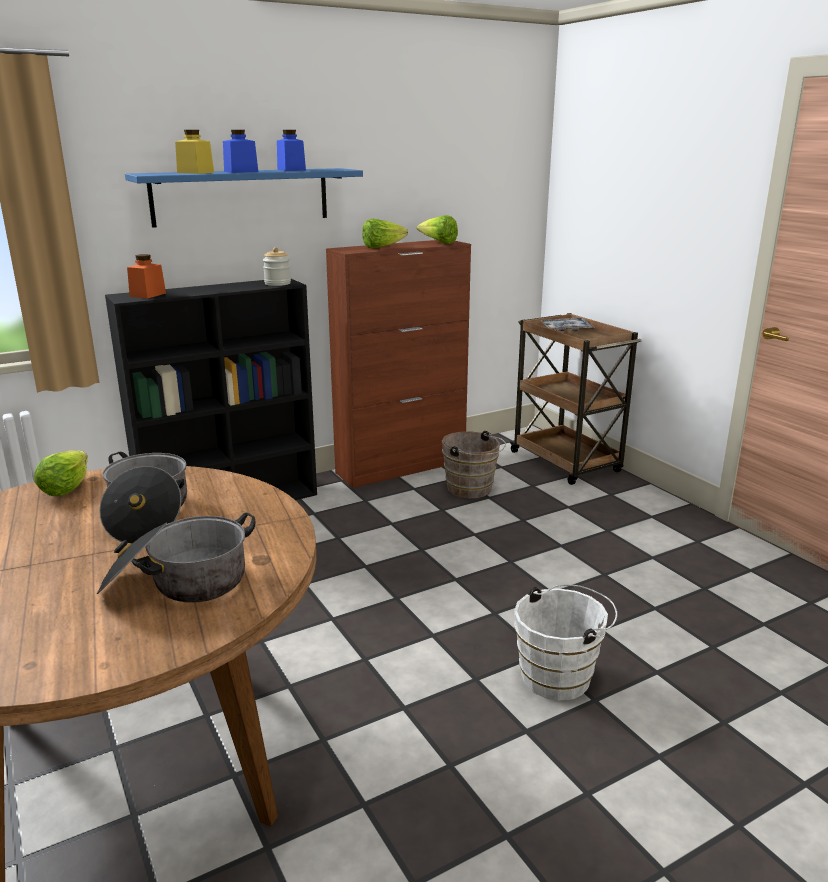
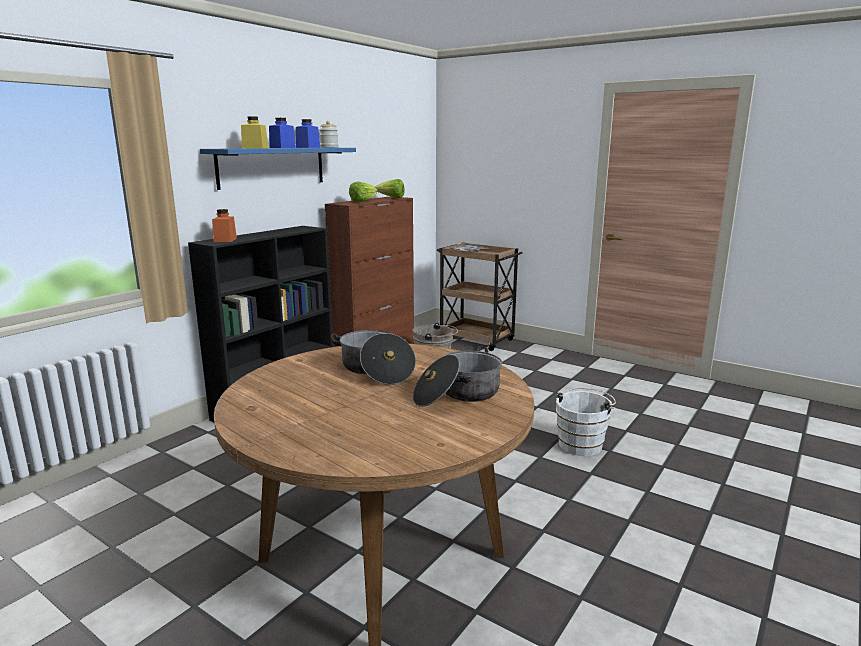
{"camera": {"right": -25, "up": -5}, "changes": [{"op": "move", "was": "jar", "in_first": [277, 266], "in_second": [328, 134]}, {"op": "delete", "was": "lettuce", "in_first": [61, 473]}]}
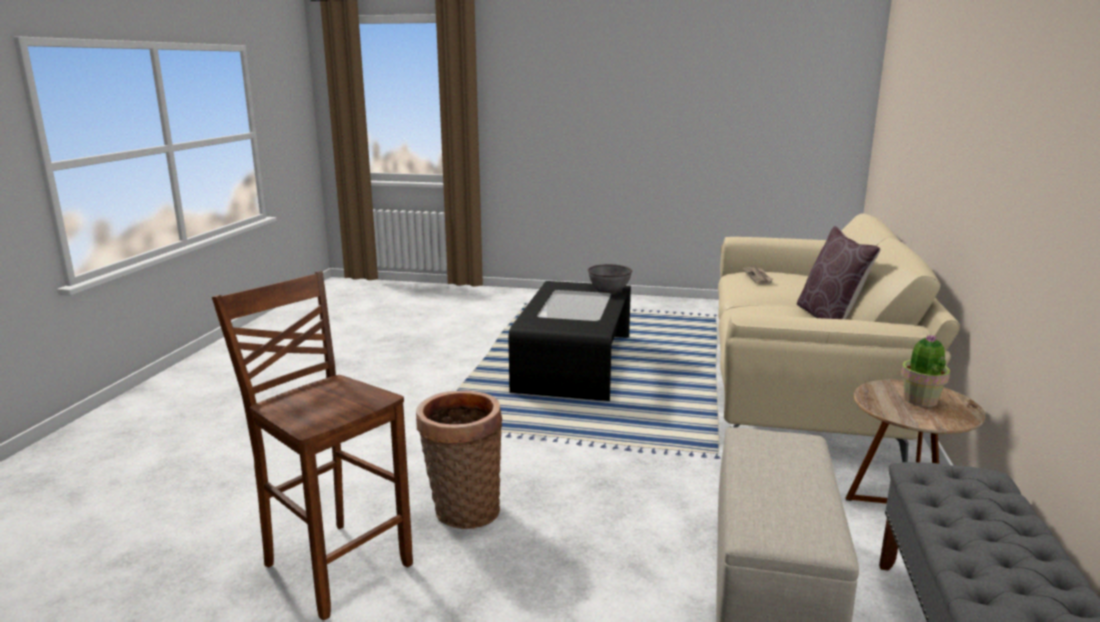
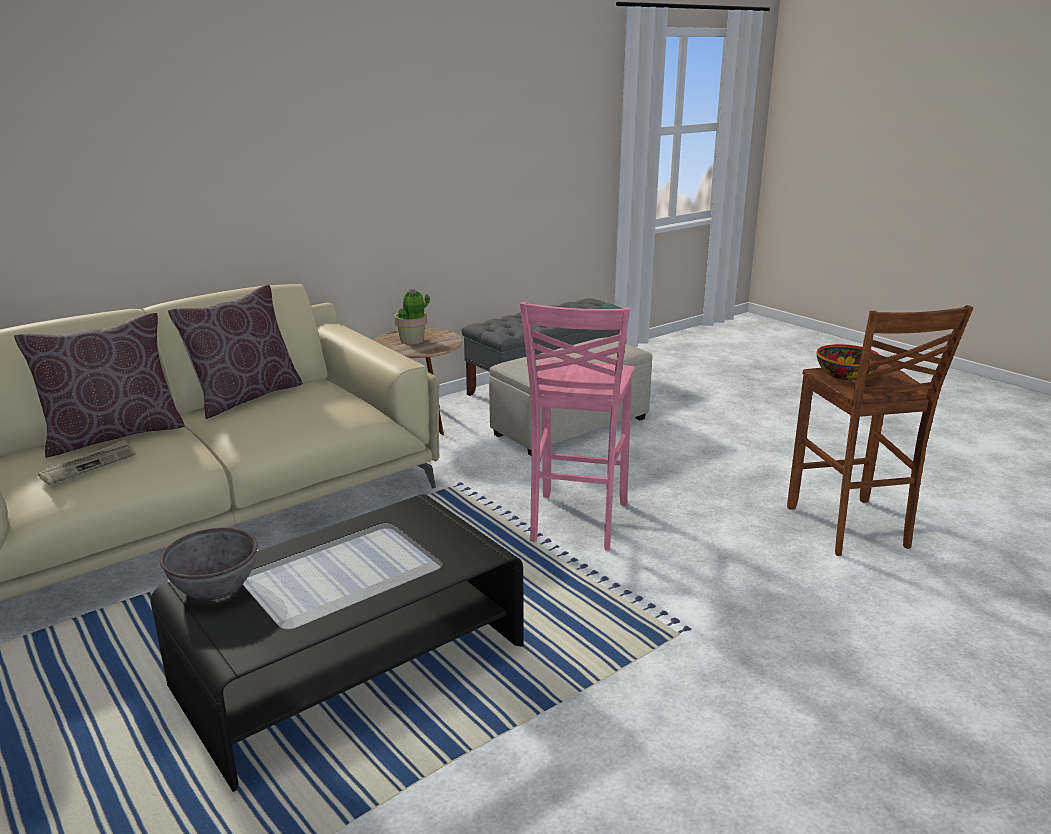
{"camera": {"right": -140, "up": 5}, "changes": [{"op": "insert", "now": "brownish pillow", "in_second": [99, 385]}, {"op": "insert", "now": "pink-coloured stool", "in_second": [577, 426]}, {"op": "insert", "now": "deep dish", "in_second": [848, 362]}, {"op": "delete", "was": "household basket", "in_first": [459, 460]}]}
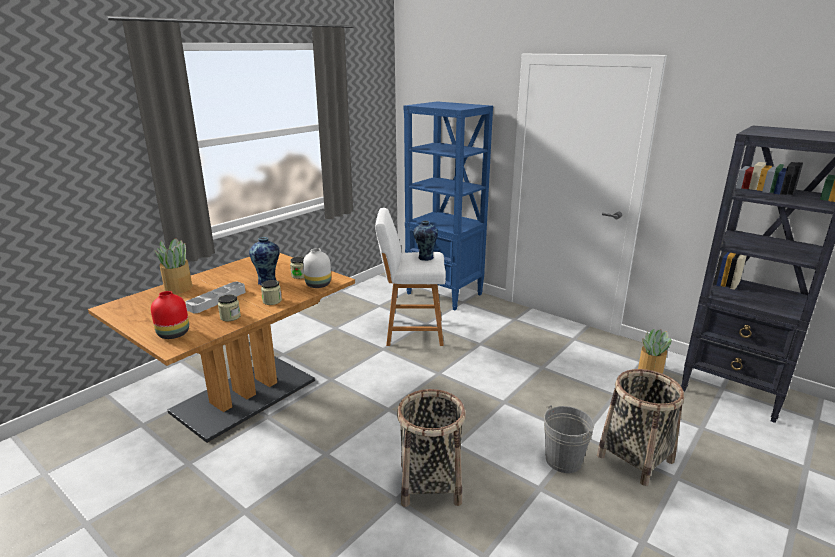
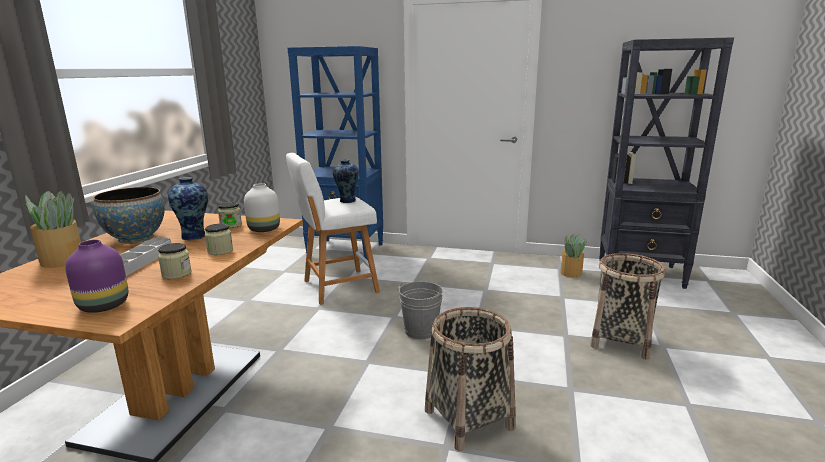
{"camera": {"right": -25, "up": -5}, "changes": [{"op": "recolor", "was": "red-coloured vase", "now": "purple-coloured vase", "in_first": [170, 315], "in_second": [96, 276]}, {"op": "insert", "now": "deep dish", "in_second": [128, 215]}, {"op": "move", "was": "greyish water bucket", "in_first": [569, 439], "in_second": [420, 310]}]}
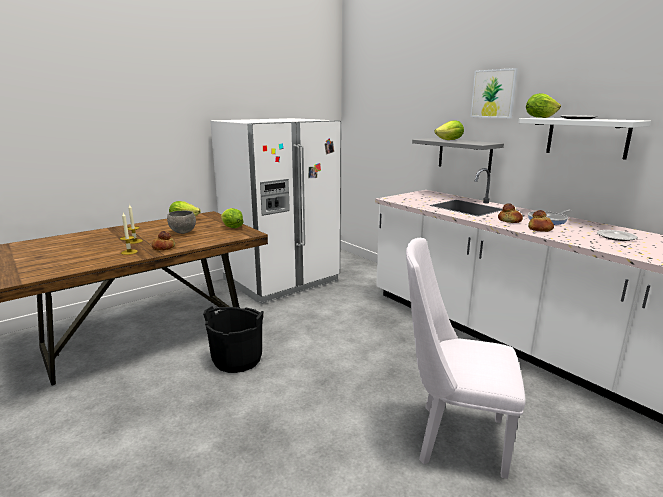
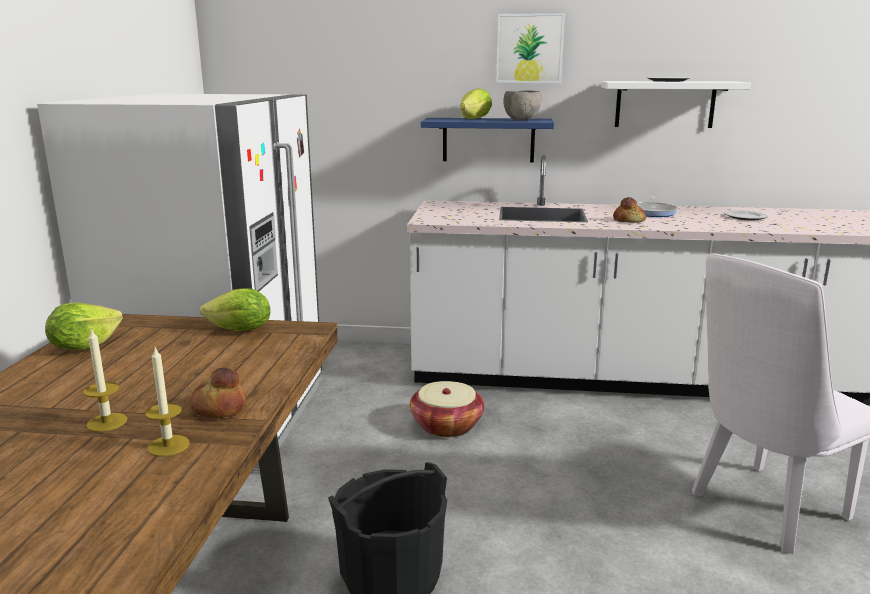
{"camera": {"right": -45, "up": 0}, "changes": [{"op": "insert", "now": "household basket", "in_second": [447, 409]}, {"op": "recolor", "was": "greyish shelf", "now": "blue shelf", "in_first": [458, 155], "in_second": [487, 140]}, {"op": "move", "was": "greyish deep dish", "in_first": [181, 222], "in_second": [522, 105]}, {"op": "delete", "was": "lettuce", "in_first": [543, 105]}, {"op": "delete", "was": "baked bread", "in_first": [541, 221]}]}
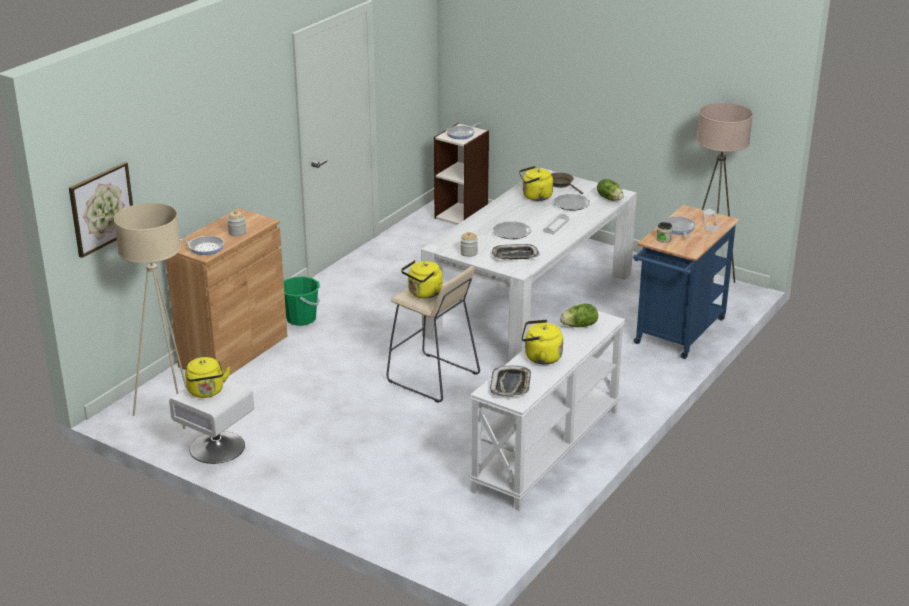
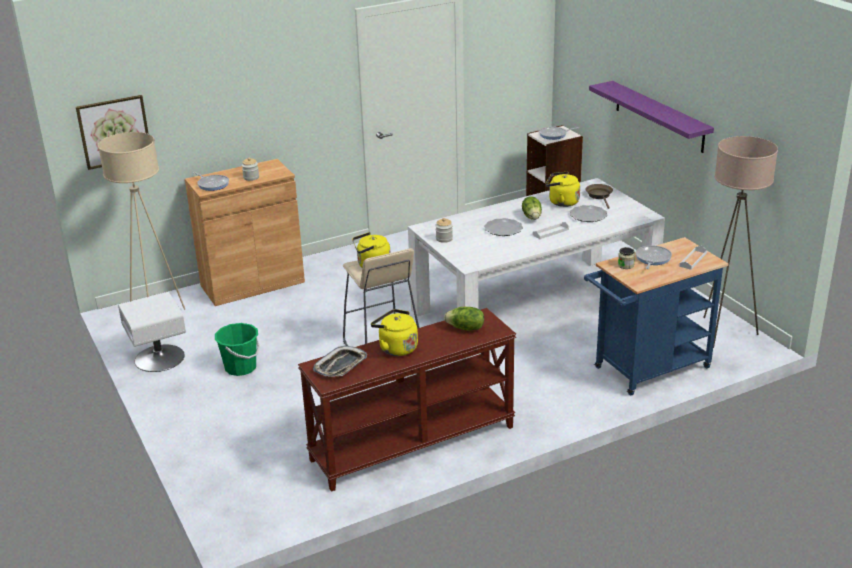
{"camera": {"right": 30, "up": 0}, "changes": [{"op": "move", "was": "greenish water bucket", "in_first": [302, 301], "in_second": [237, 349]}, {"op": "recolor", "was": "whitish hall table", "now": "brownish hall table", "in_first": [547, 407], "in_second": [407, 400]}, {"op": "move", "was": "lettuce", "in_first": [610, 190], "in_second": [532, 208]}, {"op": "insert", "now": "purple-coloured shelf", "in_second": [651, 117]}, {"op": "delete", "was": "yellowish water kettle", "in_first": [207, 377]}, {"op": "delete", "was": "carrying tray", "in_first": [515, 251]}]}
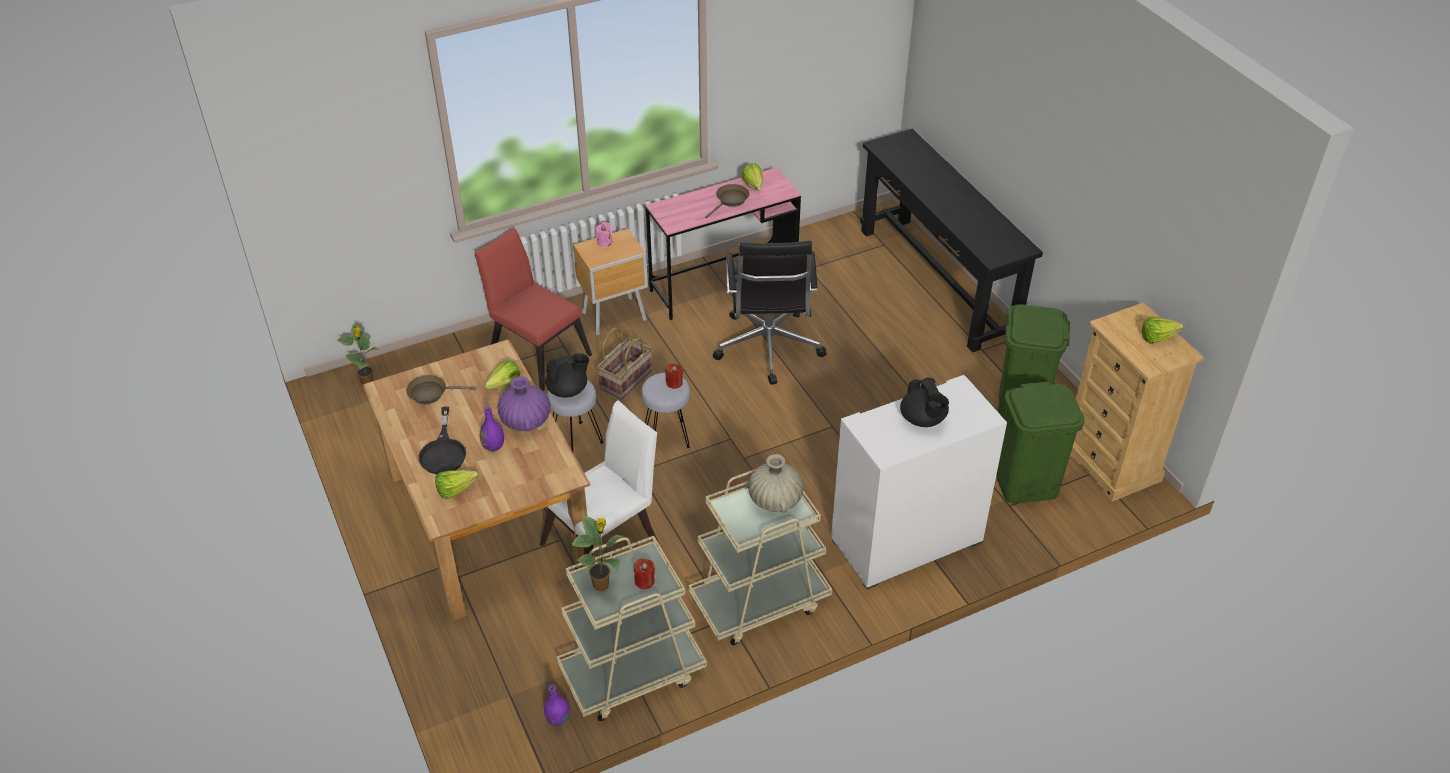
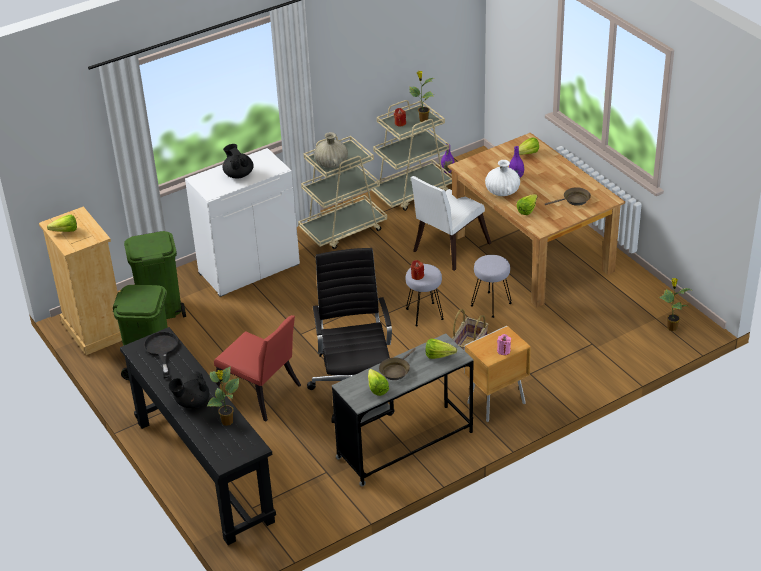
{"camera": {"right": 175, "up": -5}, "changes": [{"op": "move", "was": "blackish pan", "in_first": [442, 440], "in_second": [161, 354]}, {"op": "move", "was": "blackish pot for tea", "in_first": [567, 375], "in_second": [189, 389]}, {"op": "insert", "now": "potted plant", "in_second": [223, 396]}, {"op": "move", "was": "red-coloured plain chair", "in_first": [533, 309], "in_second": [257, 368]}, {"op": "recolor", "was": "pink-coloured desk unit", "now": "greyish desk unit", "in_first": [723, 244], "in_second": [403, 410]}, {"op": "insert", "now": "lettuce", "in_second": [441, 348]}, {"op": "recolor", "was": "purple-coloured vase", "now": "whitish vase", "in_first": [524, 403], "in_second": [502, 178]}]}
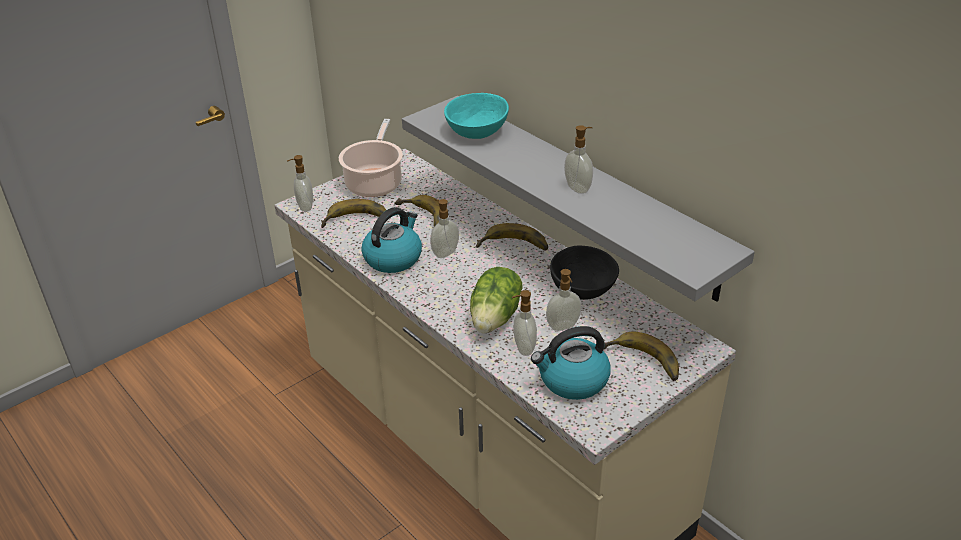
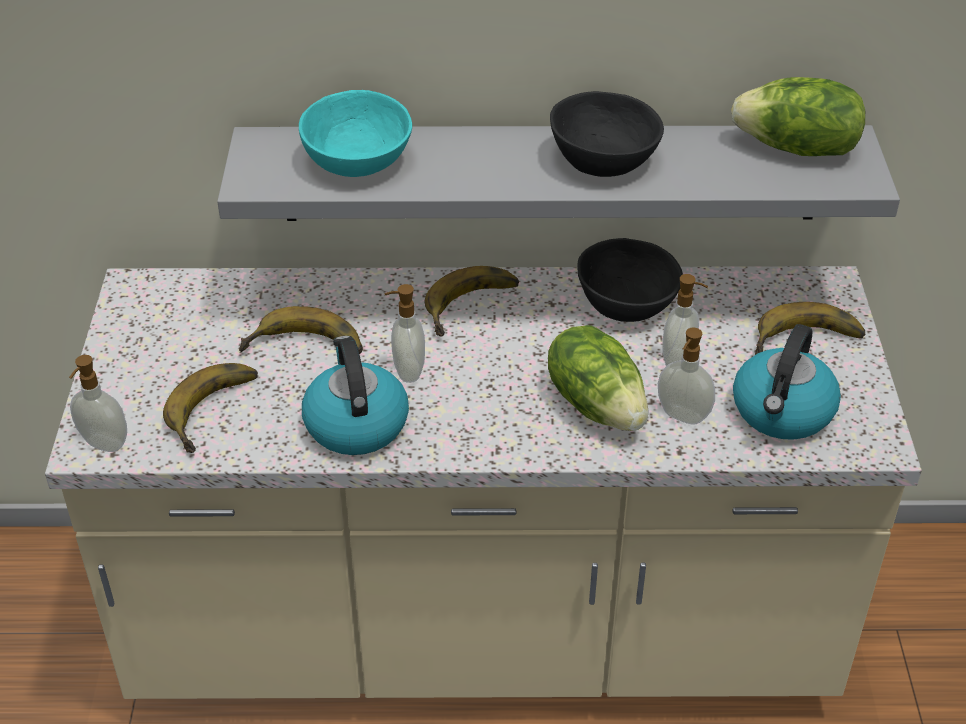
{"camera": {"right": -50, "up": 5}, "changes": [{"op": "replace", "was": "liquid soap bottle", "now": "blackish deep dish", "in_first": [578, 159], "in_second": [607, 134]}, {"op": "insert", "now": "lettuce", "in_second": [798, 116]}, {"op": "delete", "was": "cooking pot", "in_first": [371, 158]}]}
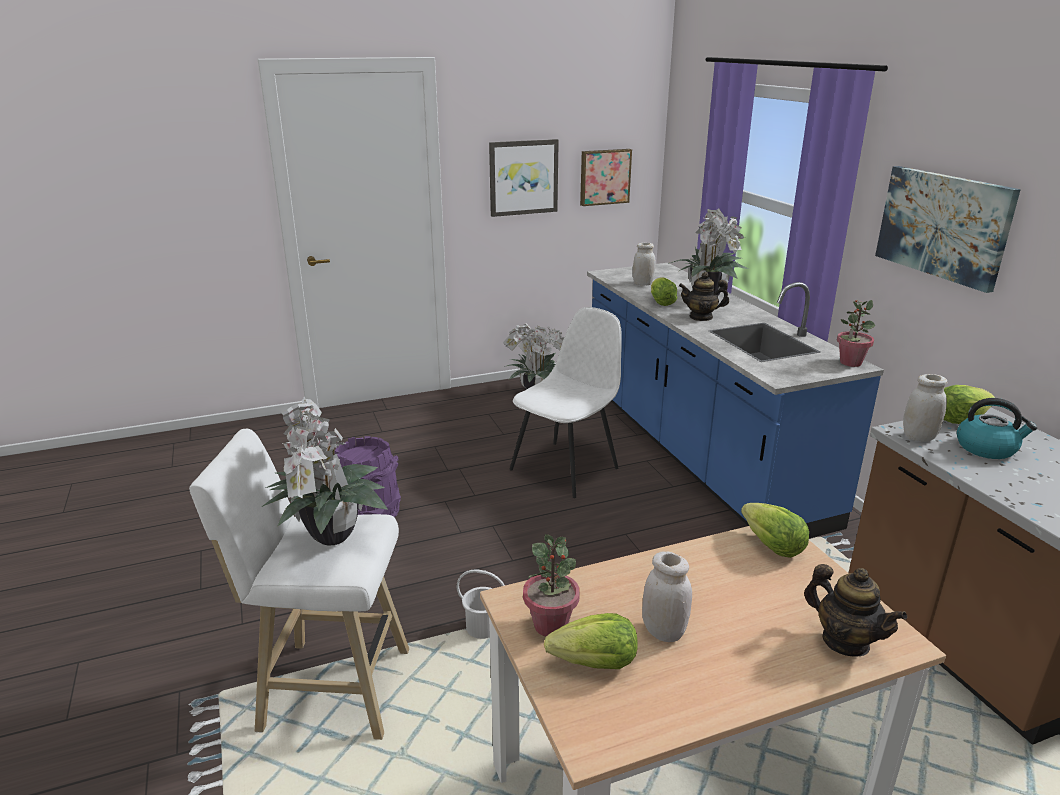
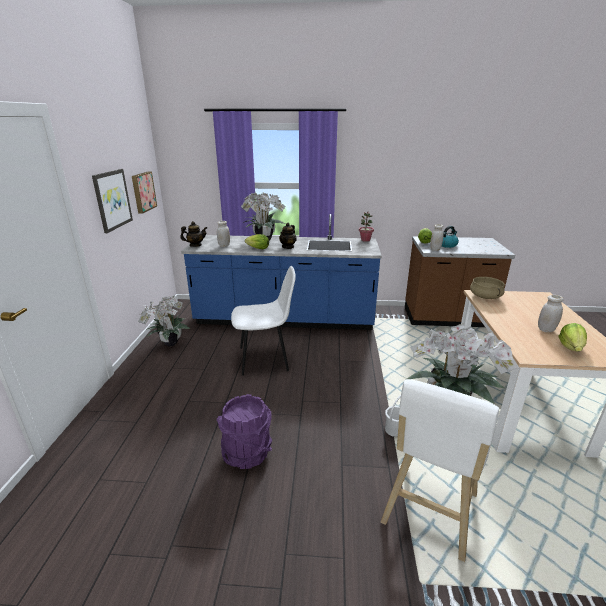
{"camera": {"right": -65, "up": 0}, "changes": [{"op": "move", "was": "pot for tea", "in_first": [855, 610], "in_second": [193, 234]}, {"op": "rotate", "was": "whitish plain chair", "in_first": [566, 402], "in_second": [263, 321], "clockwise": 105}, {"op": "replace", "was": "lettuce", "now": "sand-coloured cooking pot", "in_first": [775, 530], "in_second": [487, 288]}, {"op": "delete", "was": "potted plant", "in_first": [551, 585]}, {"op": "delete", "was": "wall art", "in_first": [948, 229]}]}
